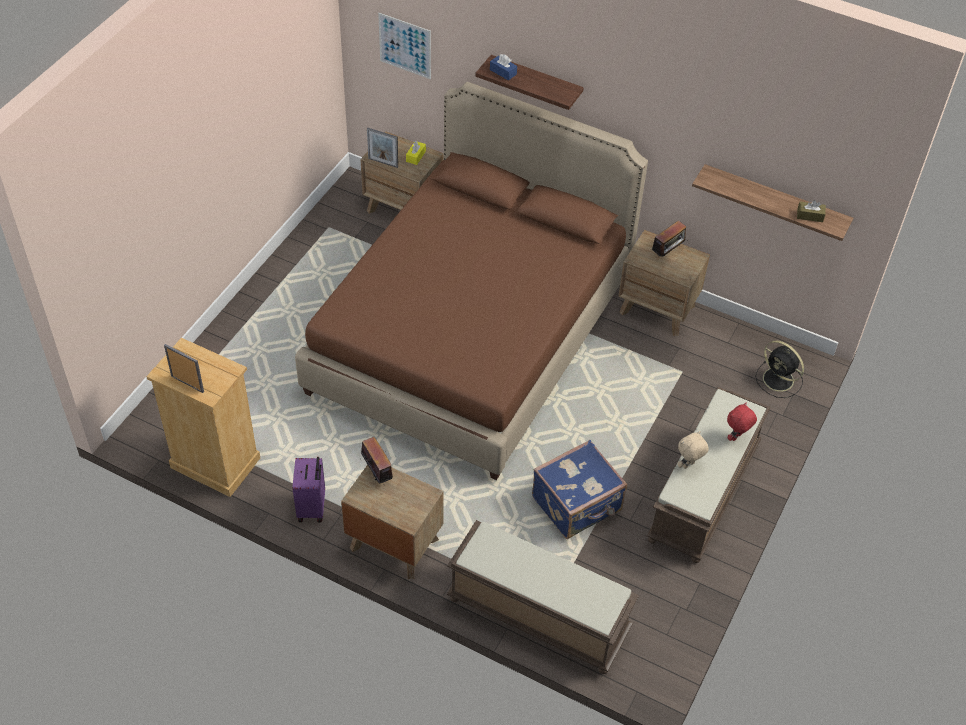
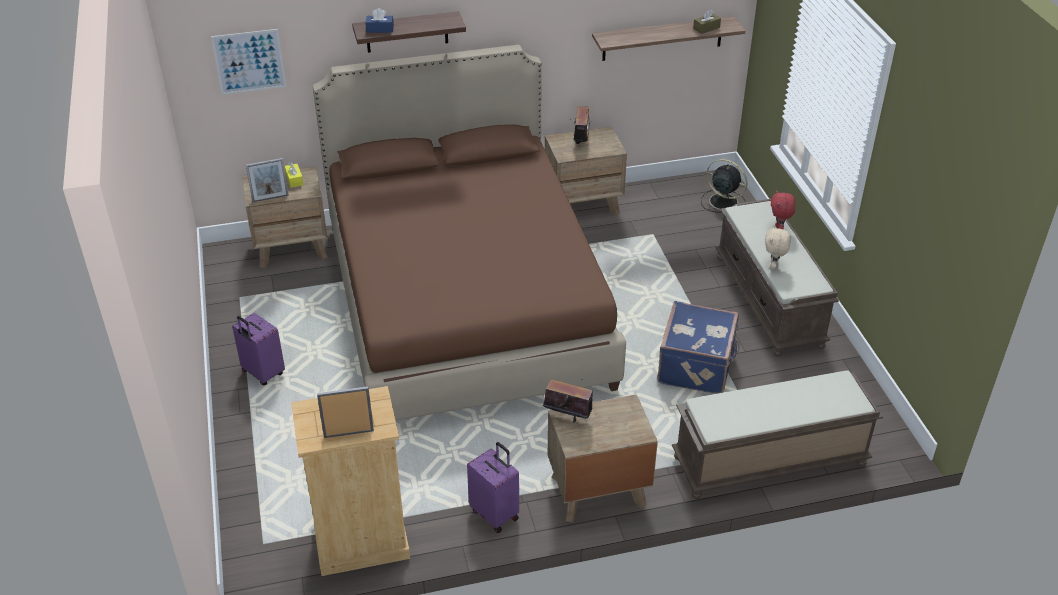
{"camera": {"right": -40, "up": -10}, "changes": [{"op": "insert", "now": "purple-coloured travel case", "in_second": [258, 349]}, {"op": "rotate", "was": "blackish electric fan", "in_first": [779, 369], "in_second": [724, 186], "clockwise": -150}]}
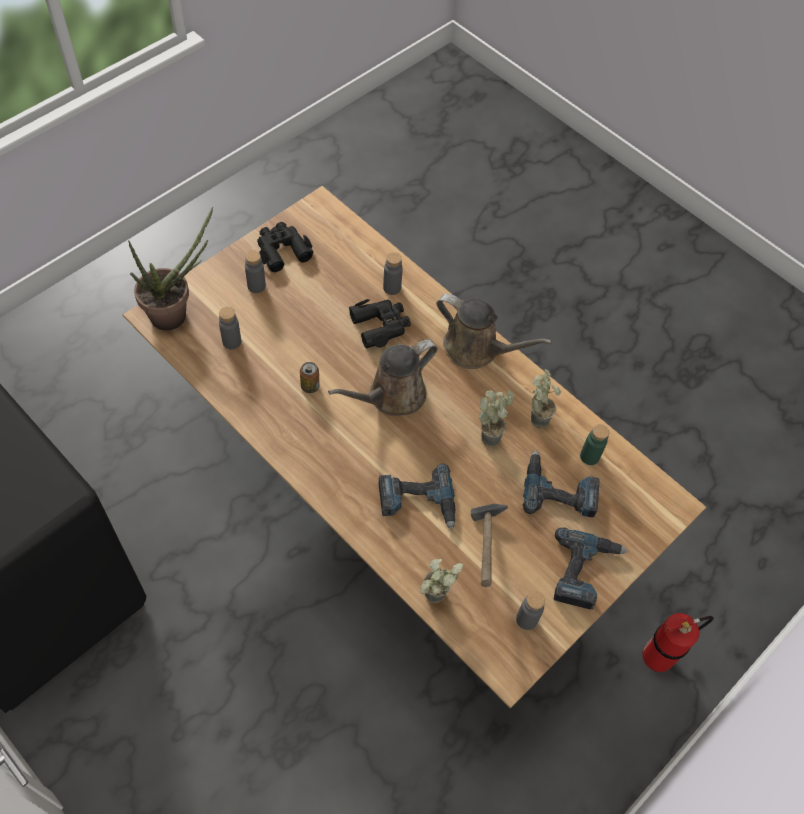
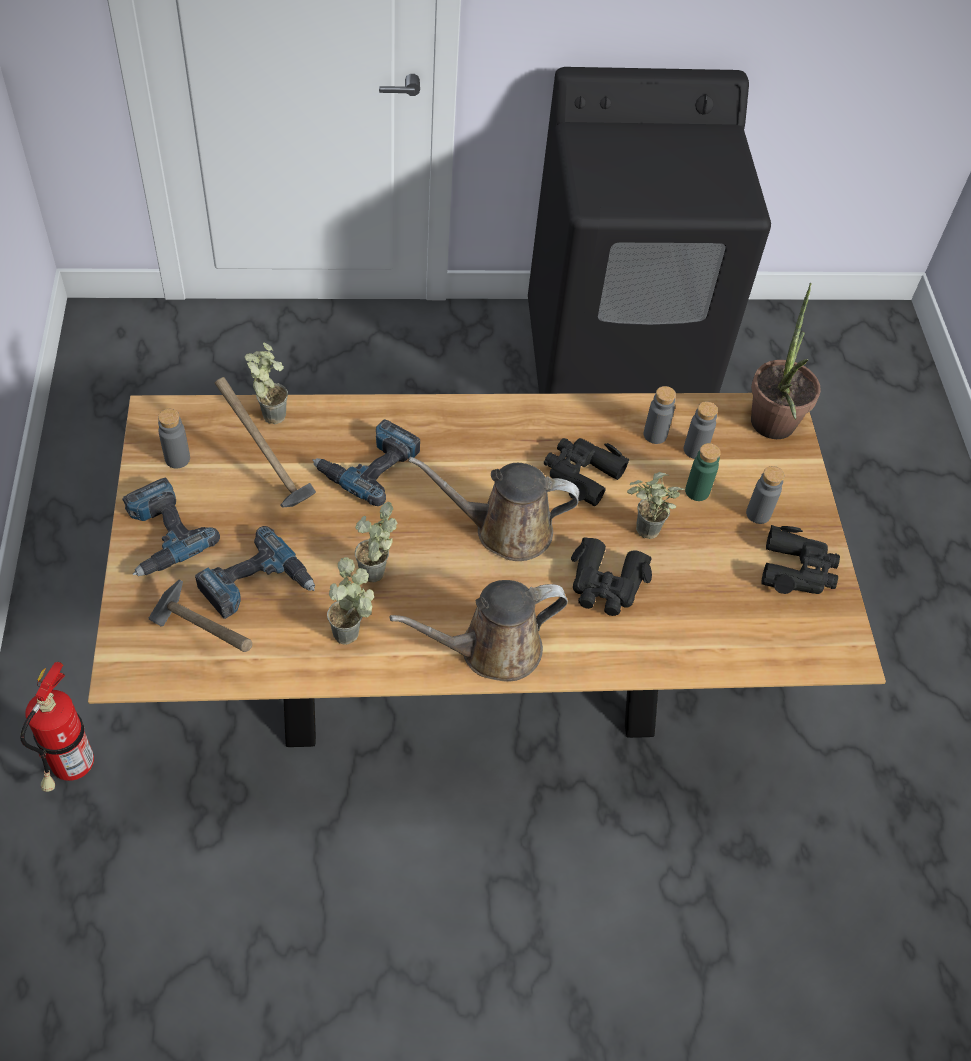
{"camera": {"right": 130, "up": -5}, "changes": [{"op": "insert", "now": "tool hammer", "in_second": [200, 615]}, {"op": "rotate", "was": "brownish sprinkling can", "in_first": [383, 377], "in_second": [494, 509], "clockwise": -90}, {"op": "replace", "was": "sealed can", "now": "blackish binoculars", "in_first": [310, 377], "in_second": [587, 472]}, {"op": "insert", "now": "potted plant", "in_second": [656, 505]}, {"op": "move", "was": "greyish bottle", "in_first": [393, 273], "in_second": [660, 415]}, {"op": "move", "was": "greenish bottle", "in_first": [594, 444], "in_second": [703, 472]}]}
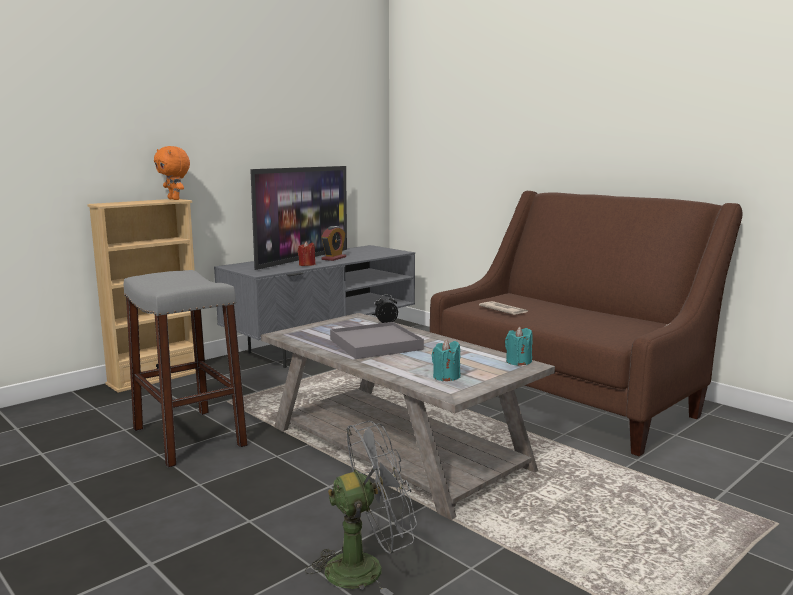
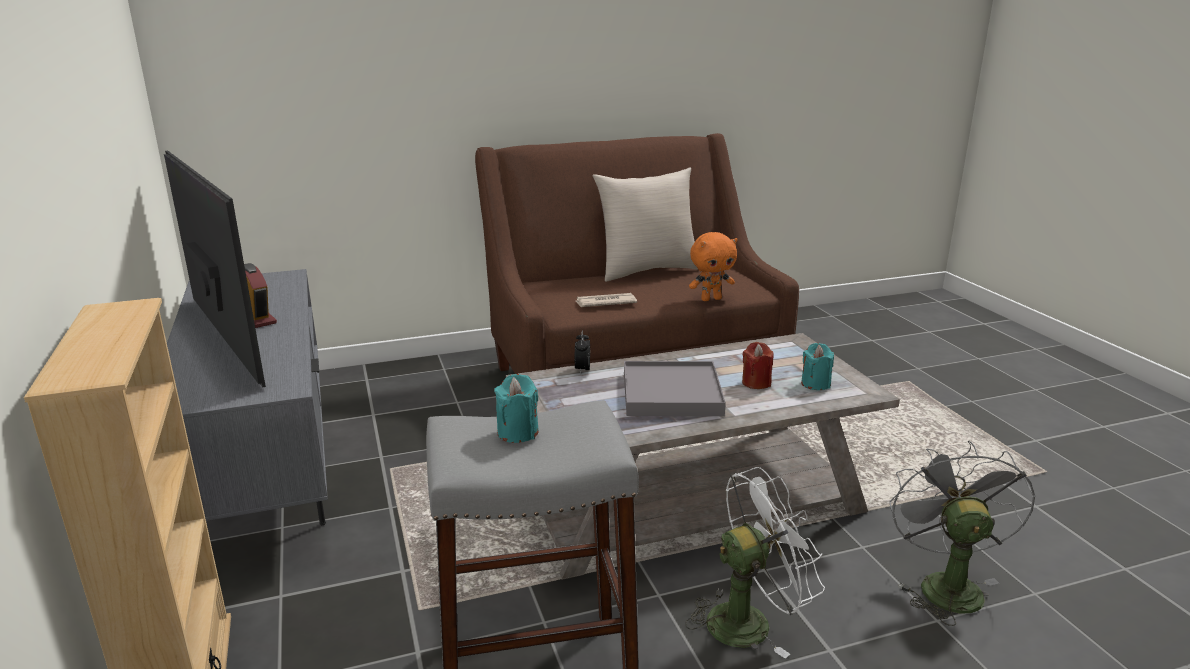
{"camera": {"right": -65, "up": 10}, "changes": [{"op": "move", "was": "turquoise wax candle", "in_first": [519, 346], "in_second": [516, 408]}, {"op": "insert", "now": "sand-coloured pillow", "in_second": [645, 224]}, {"op": "insert", "now": "whitish electric fan", "in_second": [755, 563]}, {"op": "move", "was": "orange-coloured cuddly toy", "in_first": [172, 173], "in_second": [713, 266]}, {"op": "move", "was": "red-coloured wax candle", "in_first": [307, 253], "in_second": [757, 365]}]}
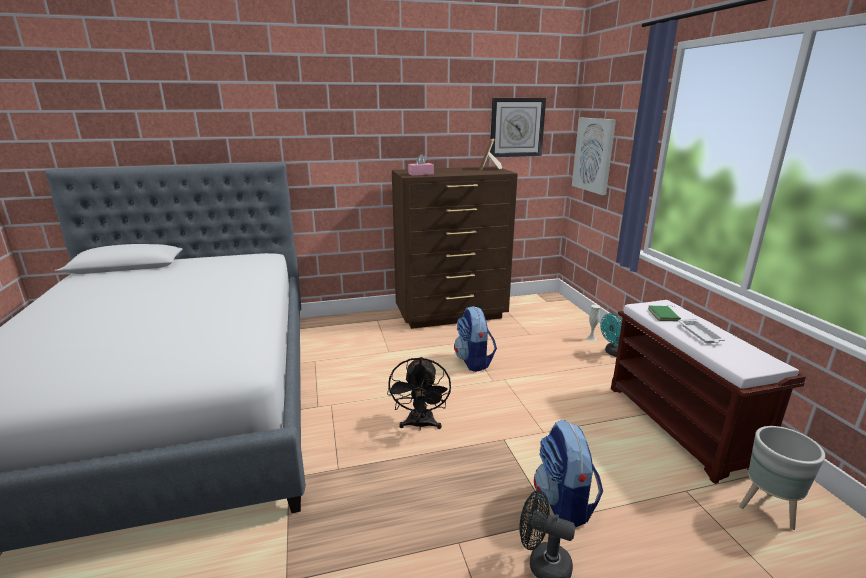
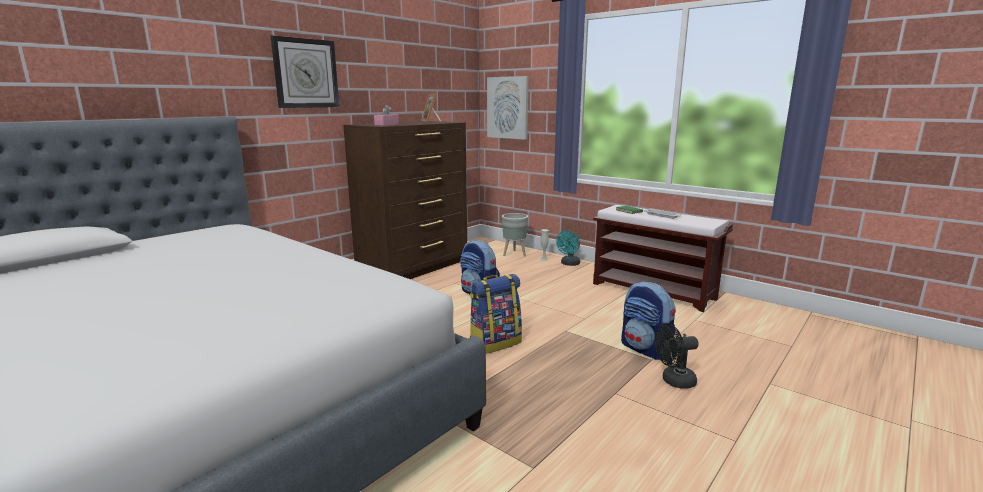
{"camera": {"right": -35, "up": -5}, "changes": [{"op": "move", "was": "wall clock", "in_first": [518, 127], "in_second": [305, 71]}, {"op": "replace", "was": "blackish electric fan", "now": "rucksack", "in_first": [419, 393], "in_second": [496, 314]}, {"op": "move", "was": "greyish plant pot", "in_first": [782, 478], "in_second": [515, 234]}]}
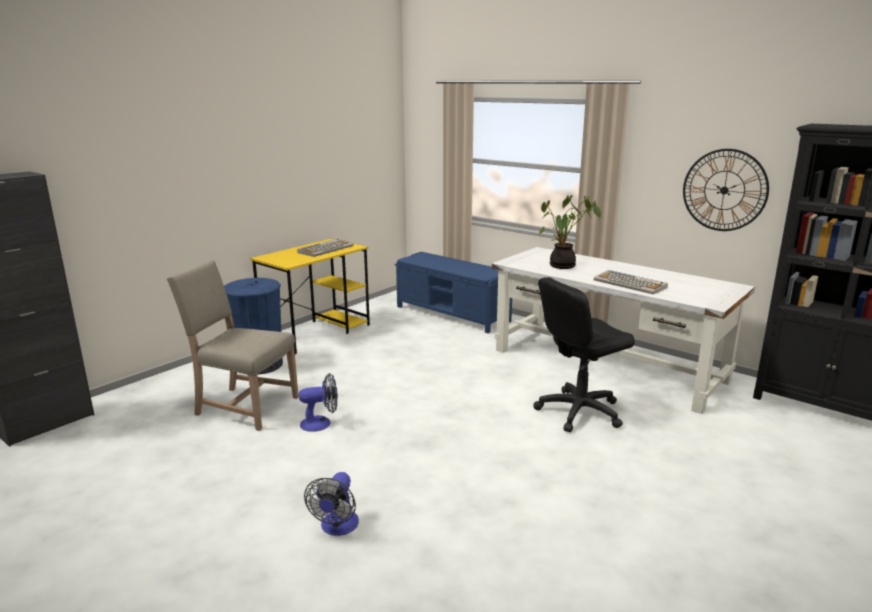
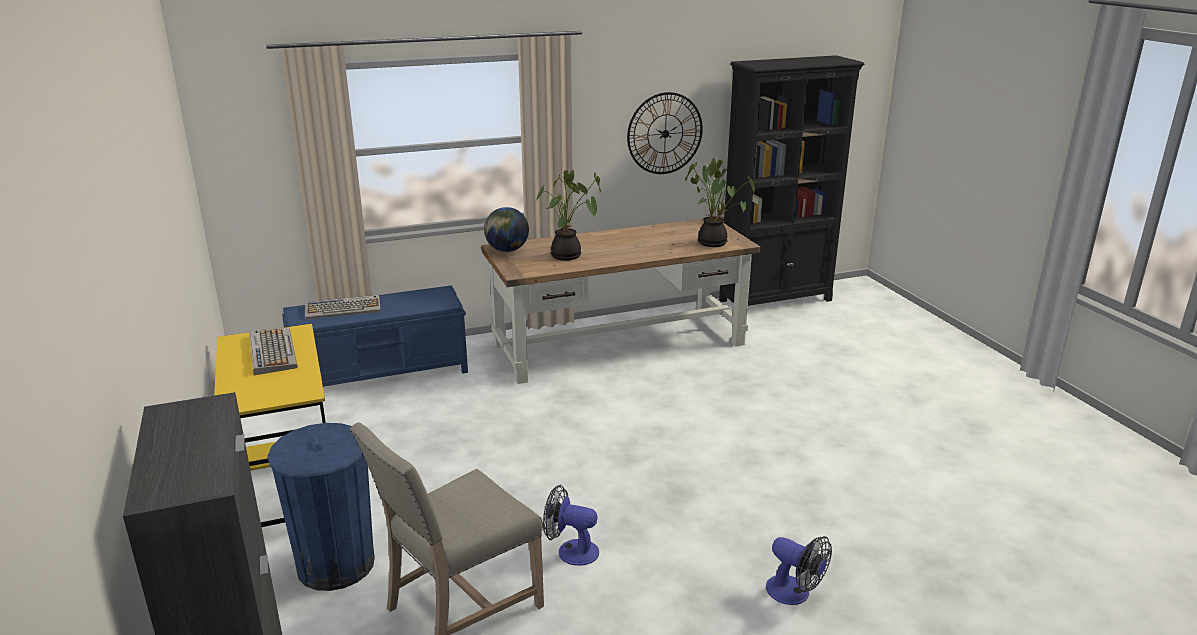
{"camera": {"right": -60, "up": 5}, "changes": [{"op": "move", "was": "computer keyboard", "in_first": [631, 282], "in_second": [343, 307]}, {"op": "recolor", "was": "whitish desk unit", "now": "brownish desk unit", "in_first": [623, 330], "in_second": [620, 301]}, {"op": "insert", "now": "globe", "in_second": [506, 229]}, {"op": "rotate", "was": "electric fan", "in_first": [318, 402], "in_second": [571, 525], "clockwise": -90}, {"op": "insert", "now": "potted plant", "in_second": [720, 202]}, {"op": "delete", "was": "blackish office chair", "in_first": [584, 354]}]}
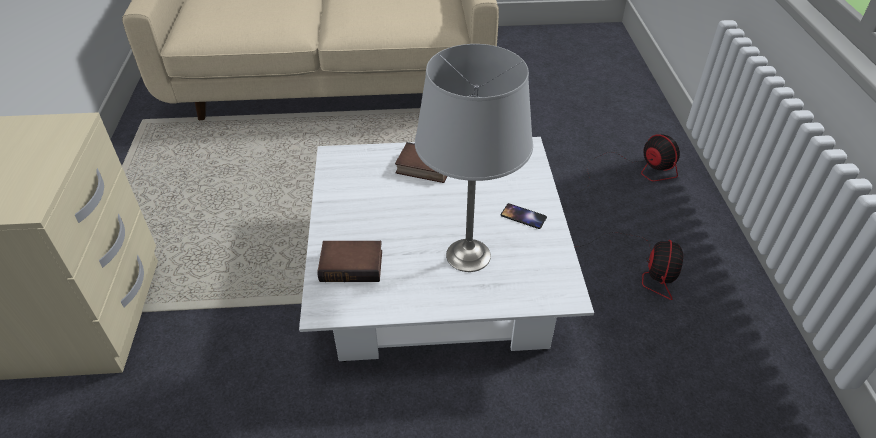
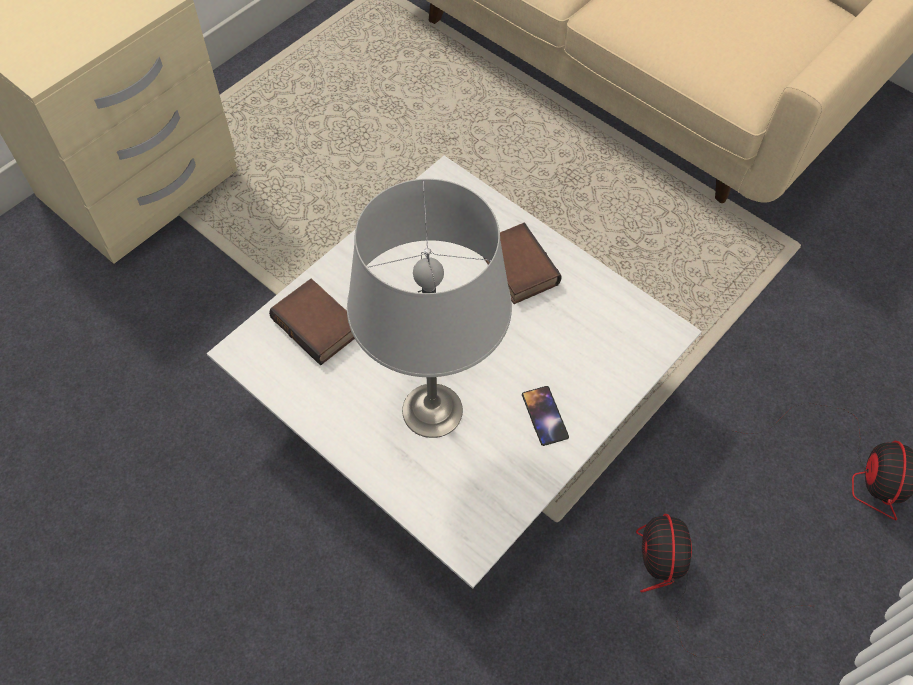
{"camera": {"right": 45, "up": 15}, "changes": [{"op": "rotate", "was": "electric fan", "in_first": [628, 266], "in_second": [725, 586], "clockwise": 120}]}
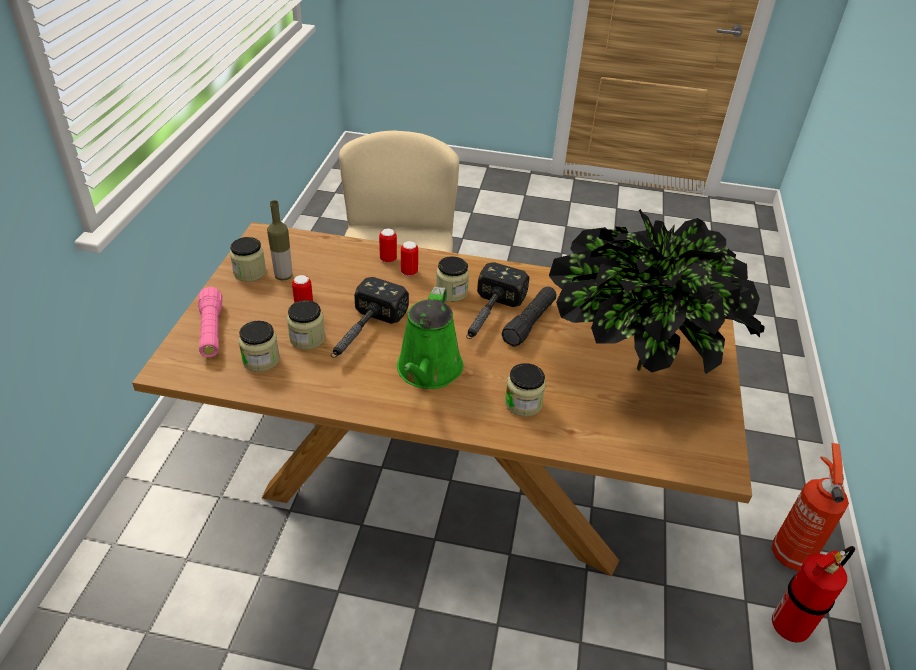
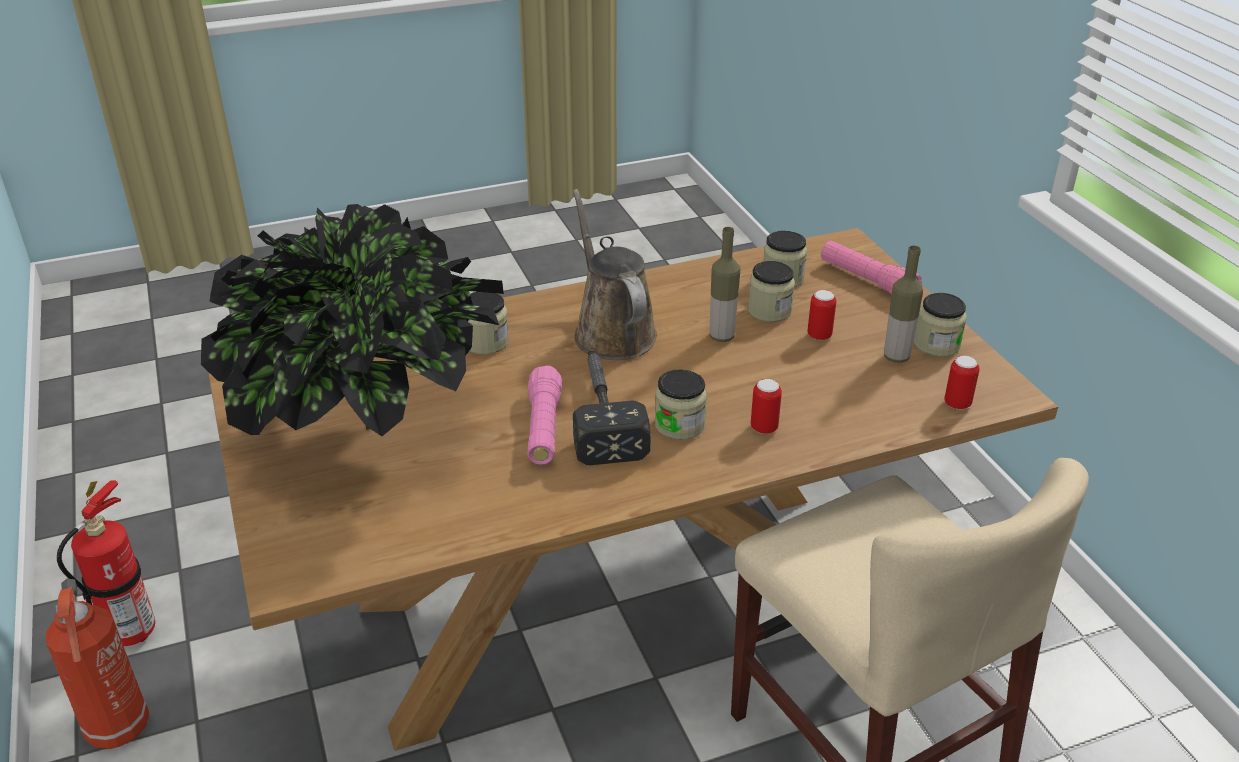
{"camera": {"right": 150, "up": -5}, "changes": [{"op": "recolor", "was": "blackish hand torch", "now": "pink-coloured hand torch", "in_first": [529, 316], "in_second": [544, 415]}, {"op": "recolor", "was": "greenish sprinkling can", "now": "brownish sprinkling can", "in_first": [430, 338], "in_second": [615, 274]}, {"op": "replace", "was": "tool hammer", "now": "bottle", "in_first": [370, 317], "in_second": [725, 284]}, {"op": "move", "was": "sealed can", "in_first": [388, 246], "in_second": [962, 383]}]}
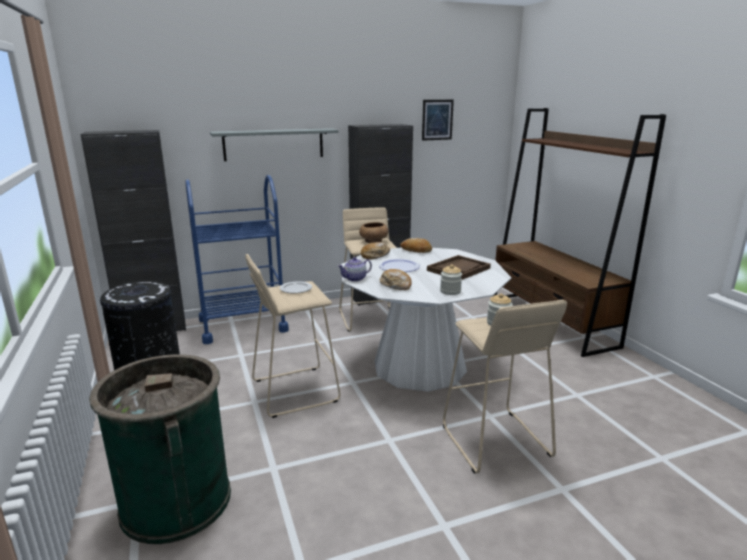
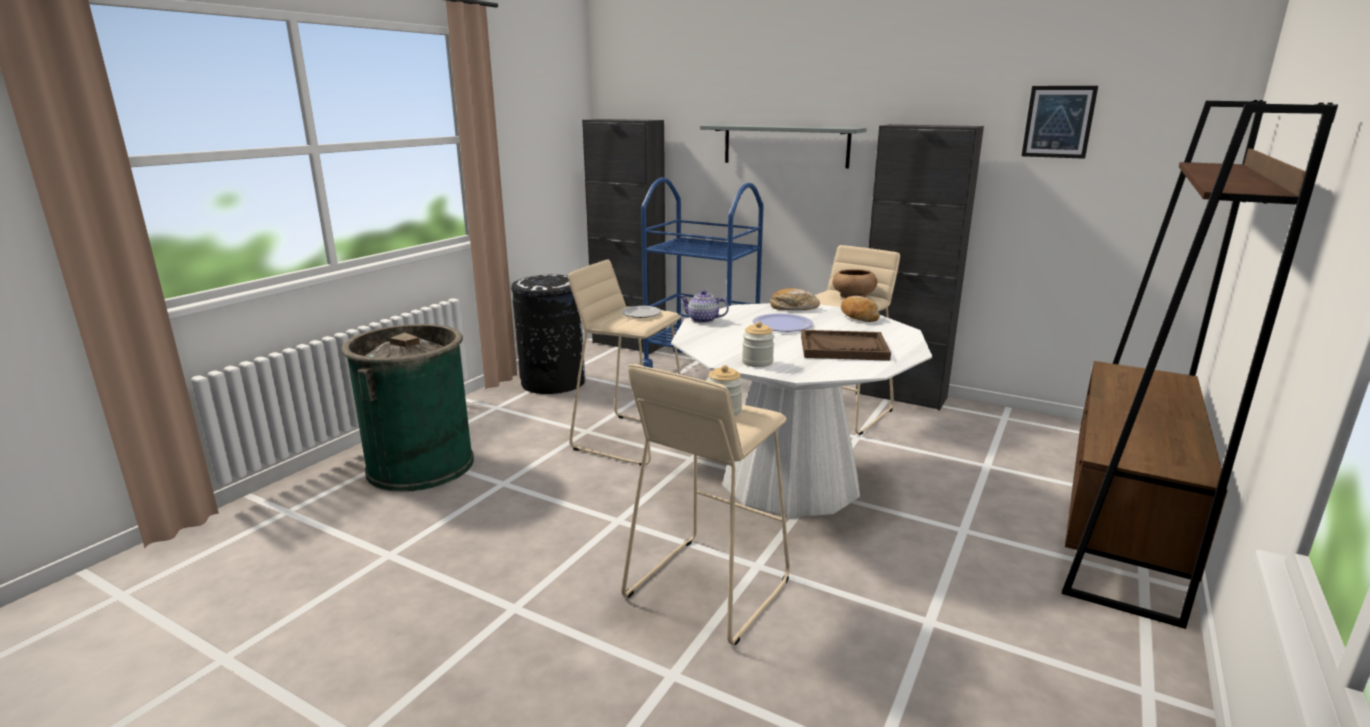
{"camera": {"right": 50, "up": 0}, "changes": [{"op": "delete", "was": "baked bread", "in_first": [396, 279]}]}
